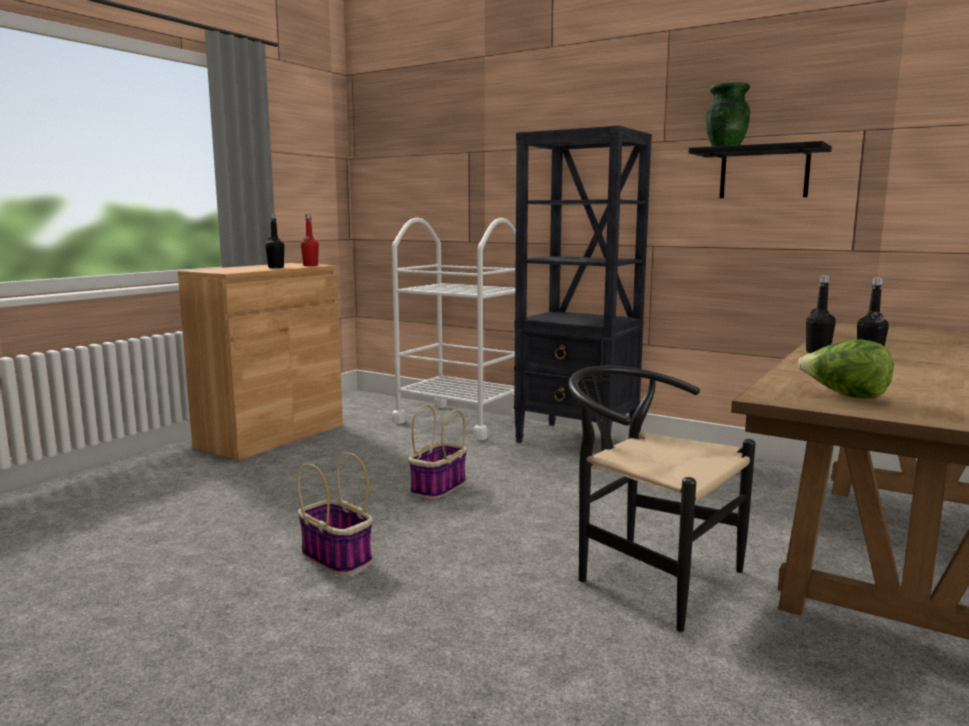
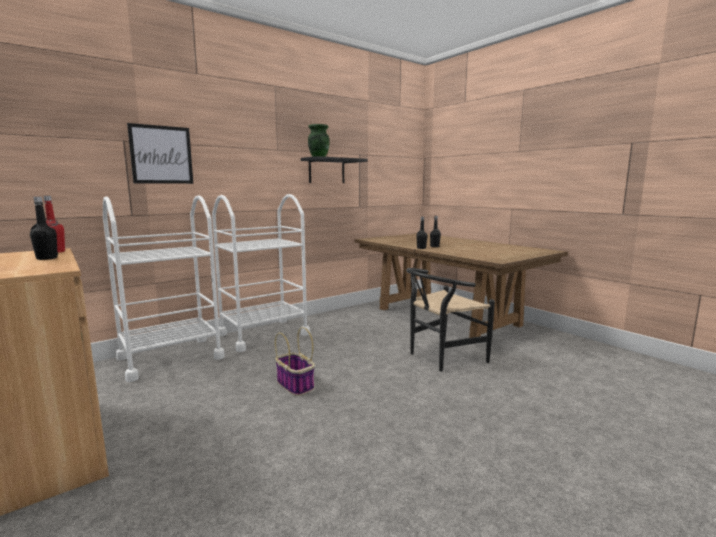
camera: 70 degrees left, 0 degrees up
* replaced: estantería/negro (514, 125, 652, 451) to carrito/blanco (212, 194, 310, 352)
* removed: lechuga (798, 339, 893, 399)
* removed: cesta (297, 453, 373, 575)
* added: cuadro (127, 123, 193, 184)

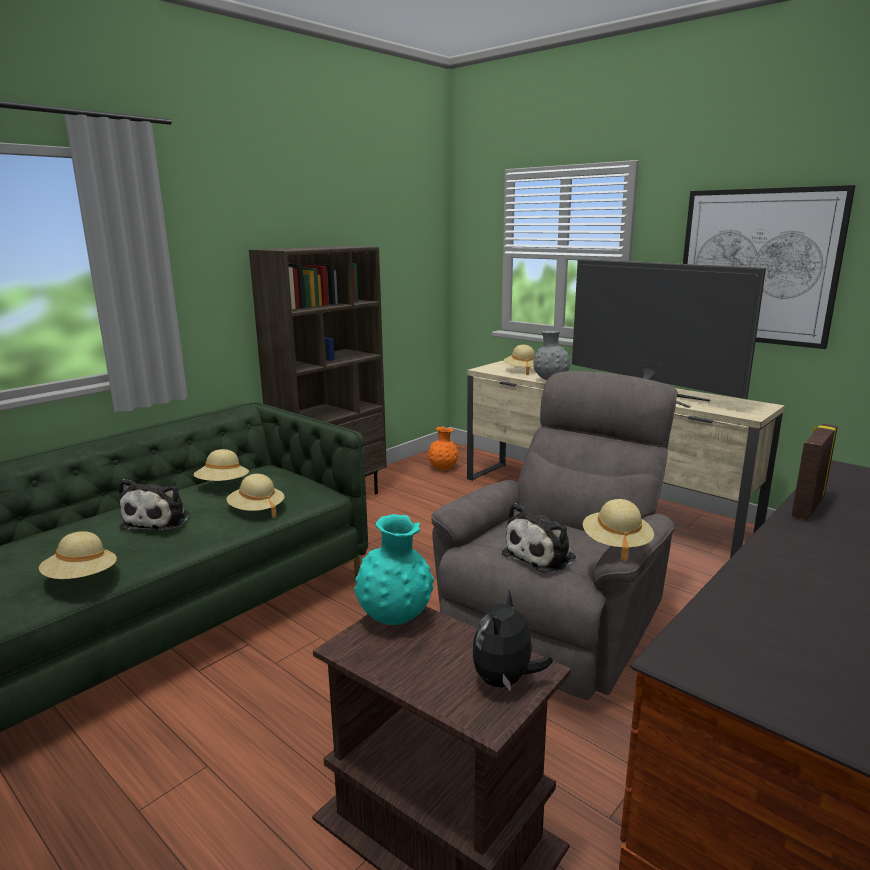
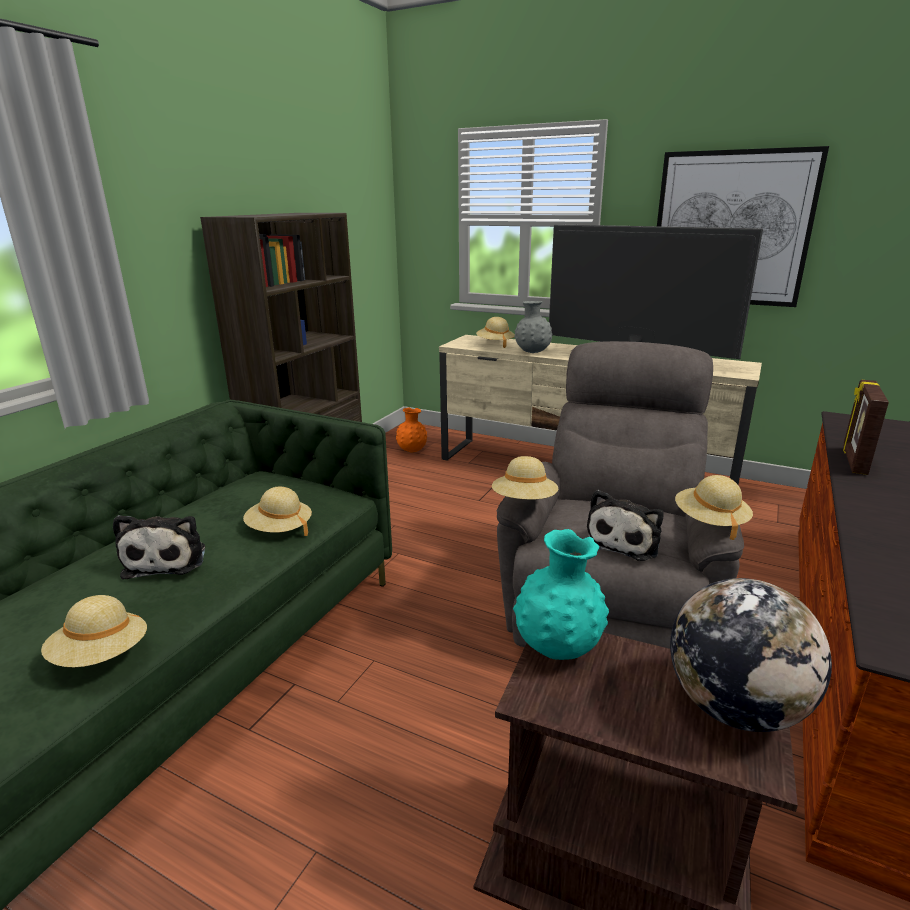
camera: 15 degrees left, 5 degrees up
* moved: sombrero/beis (194, 449, 249, 481) to (492, 456, 558, 500)
* replaced: peluche (472, 590, 553, 691) to globo terráqueo (670, 578, 832, 732)

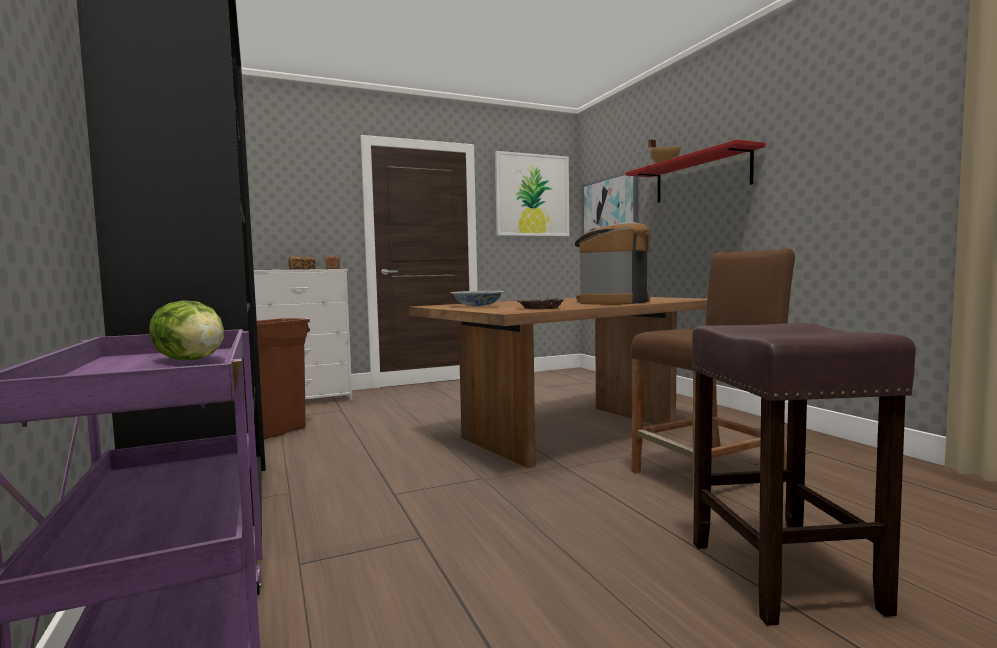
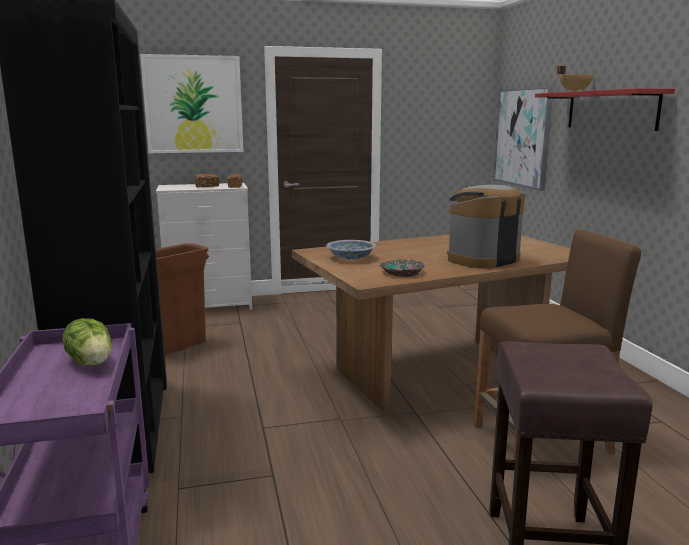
camera: 10 degrees right, 10 degrees up
* moved: cuadro (495, 151, 569, 236) to (140, 54, 243, 153)

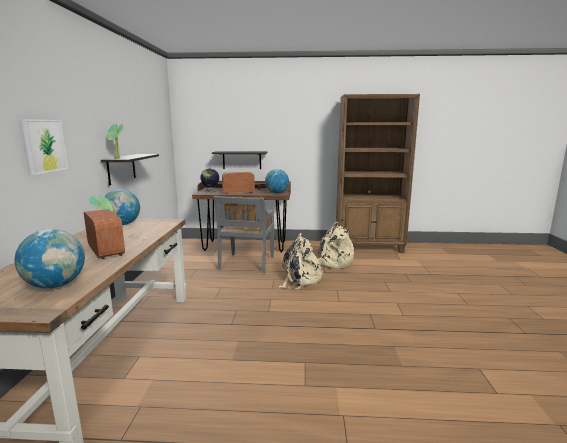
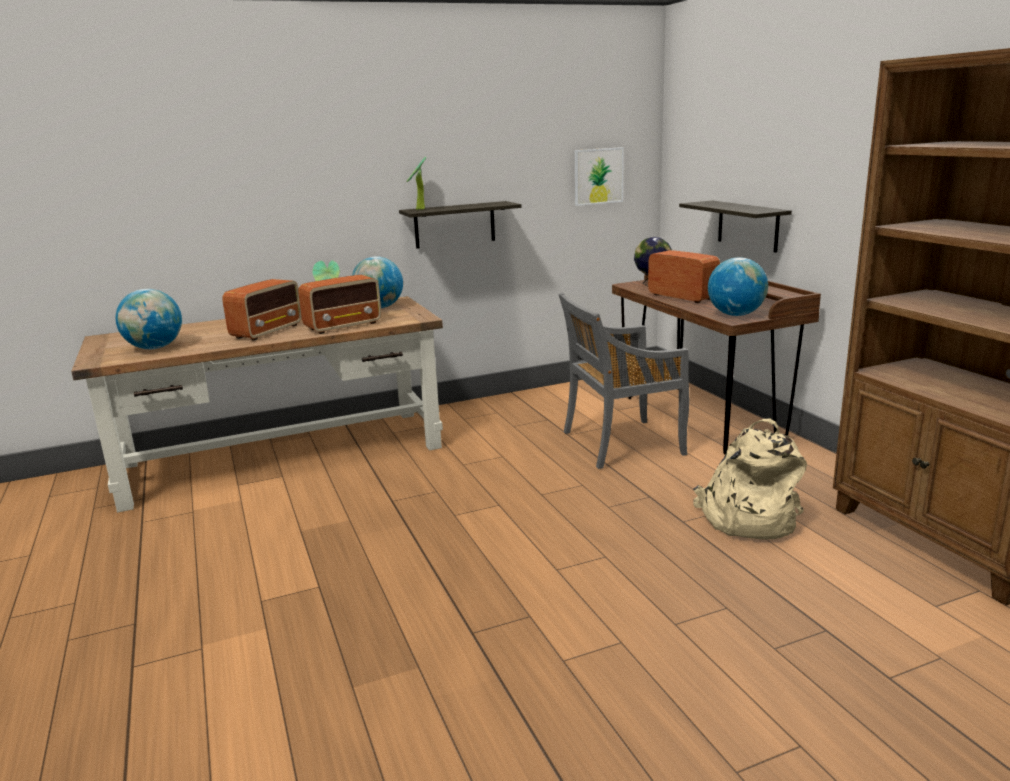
camera: 65 degrees right, 5 degrees up
* moved: cuadro (21, 119, 68, 175) to (575, 147, 624, 206)
* removed: mochila/beis (279, 233, 324, 290)
* added: radio (298, 275, 381, 334)

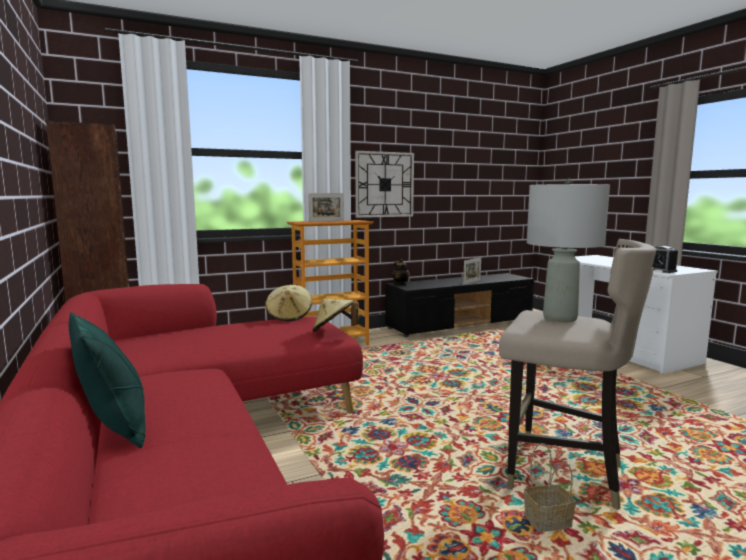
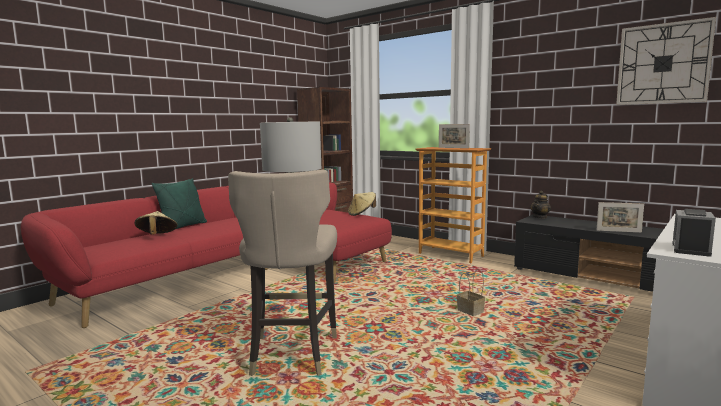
camera: 65 degrees right, 0 degrees up
* moved: reloj de pared (355, 151, 414, 218) to (616, 17, 716, 105)
* moved: sombrero/beis (312, 299, 359, 332) to (135, 211, 178, 235)
* moved: cesta (524, 443, 576, 532) to (457, 269, 485, 316)

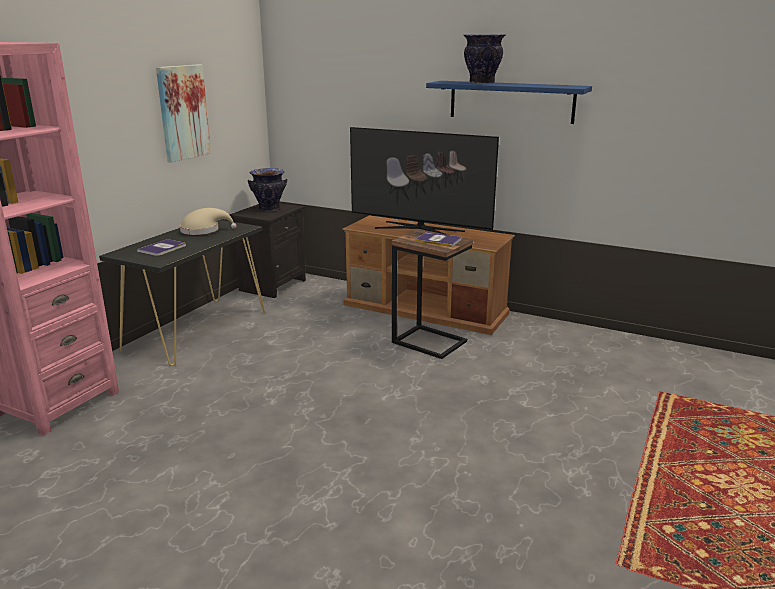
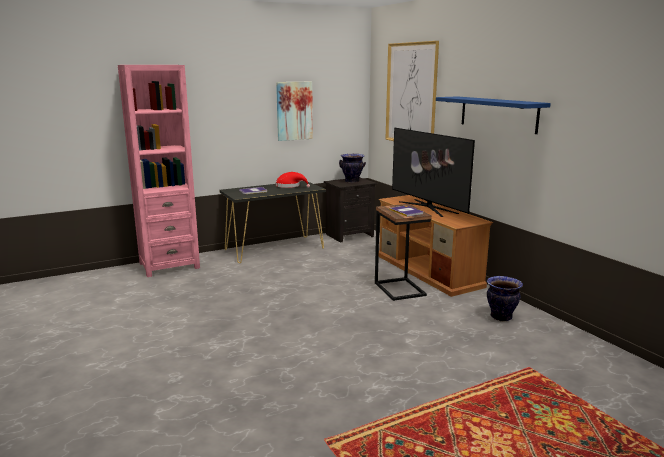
camera: 35 degrees right, 5 degrees down
* moved: florero (464, 34, 506, 84) to (487, 276, 523, 321)
* recoloured: sombrero/beis (180, 208, 237, 235) to sombrero/rojo (276, 172, 310, 188)
* added: cuadro (385, 41, 439, 141)

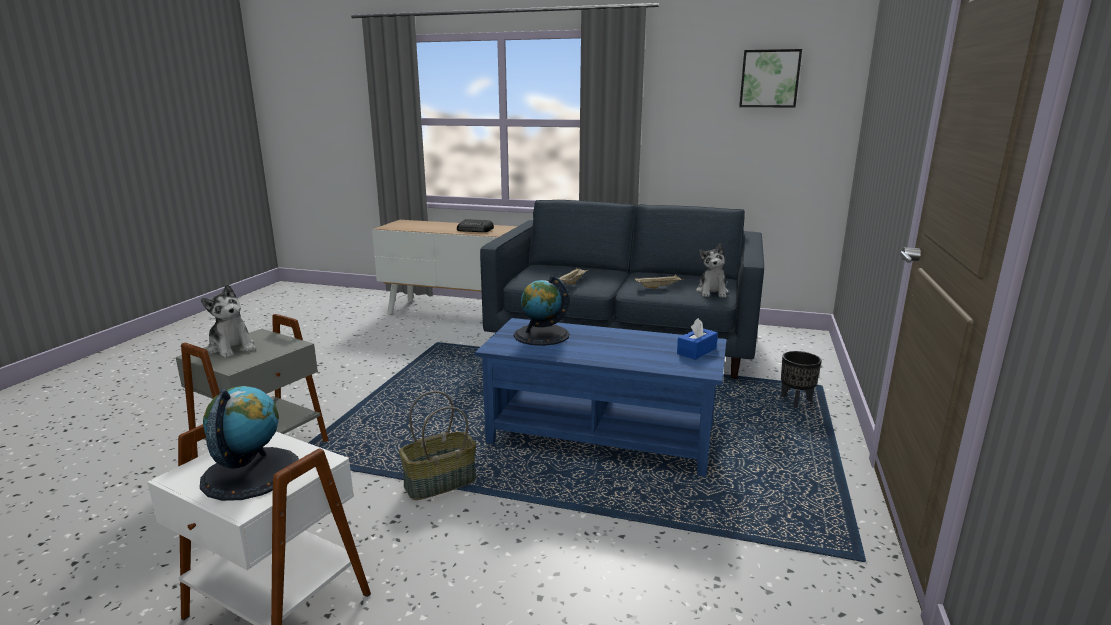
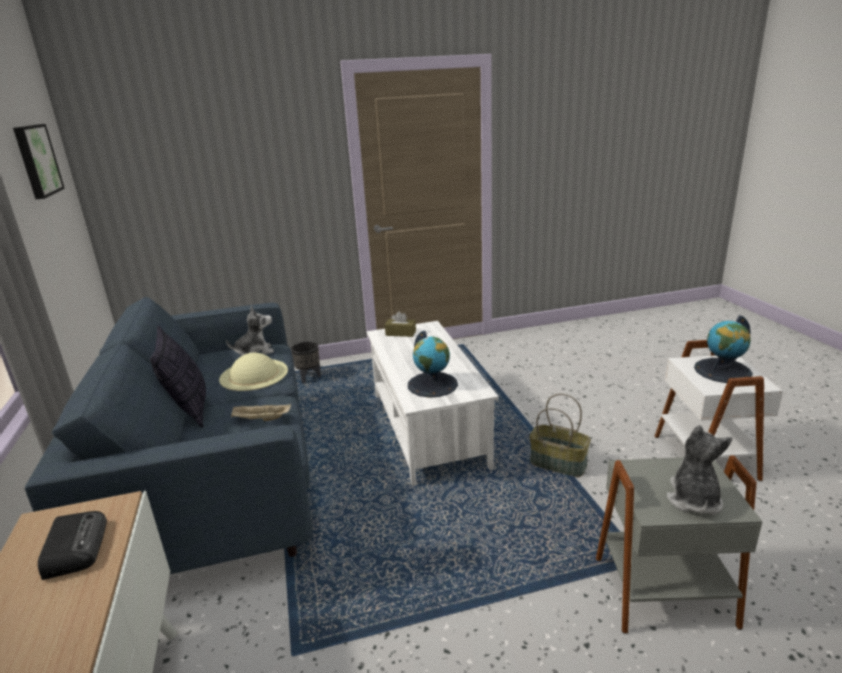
camera: 120 degrees left, 5 degrees up
* replaced: bandeja/beis (635, 274, 684, 289) to sombrero/beis (219, 353, 288, 391)
* recoloured: mesa de centro/azul (475, 318, 727, 477) to mesa de centro/blanco (367, 321, 499, 486)
* recoloured: caja de pañuelos/azul (677, 318, 718, 360) to caja de pañuelos/marrón (385, 311, 416, 337)
* added: cojín (150, 326, 206, 428)

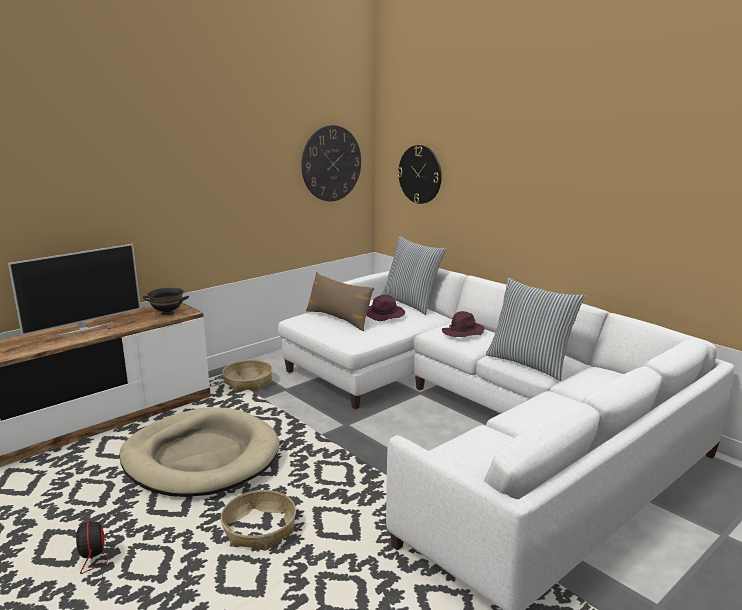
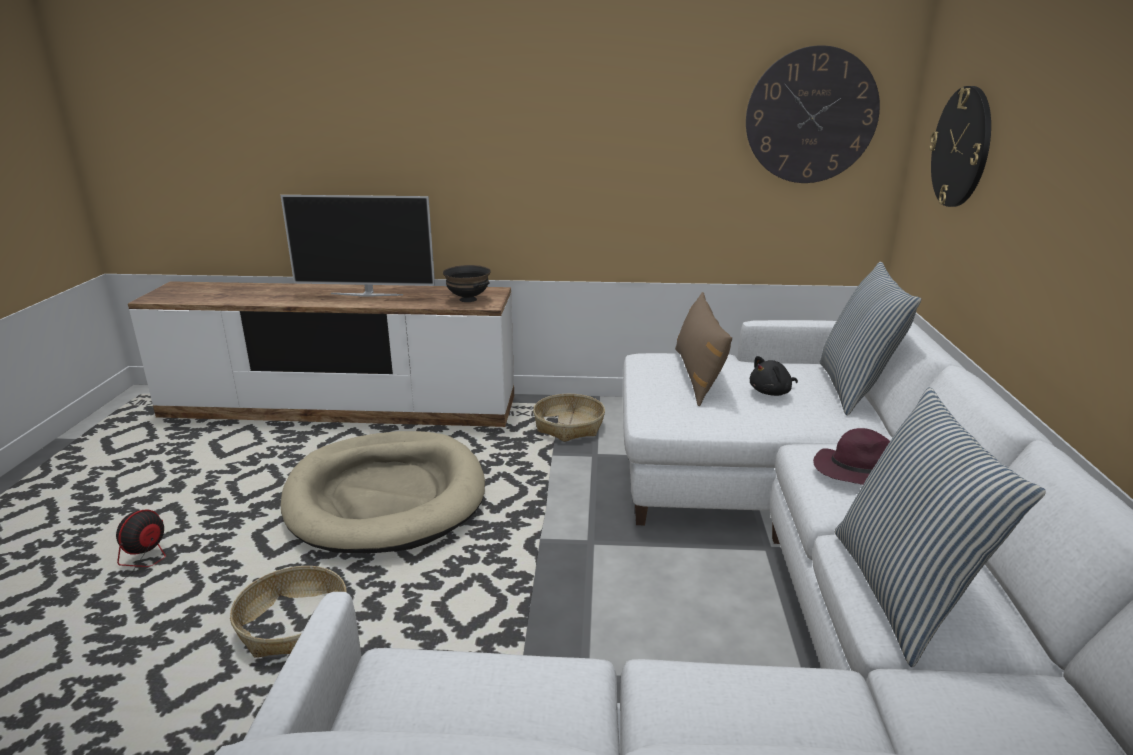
camera: 45 degrees right, 5 degrees up
* replaced: sombrero/morado (366, 295, 405, 321) to peluche/negro (750, 356, 798, 396)

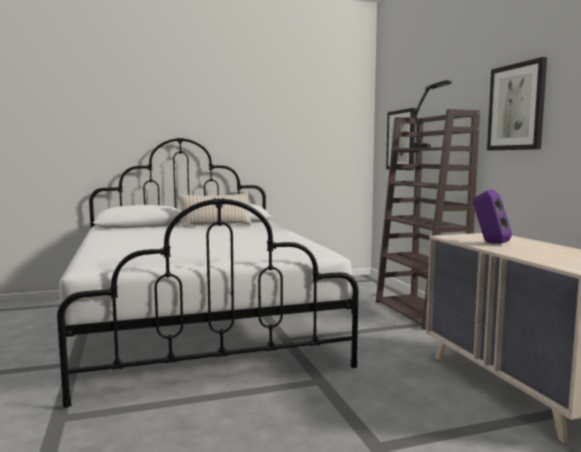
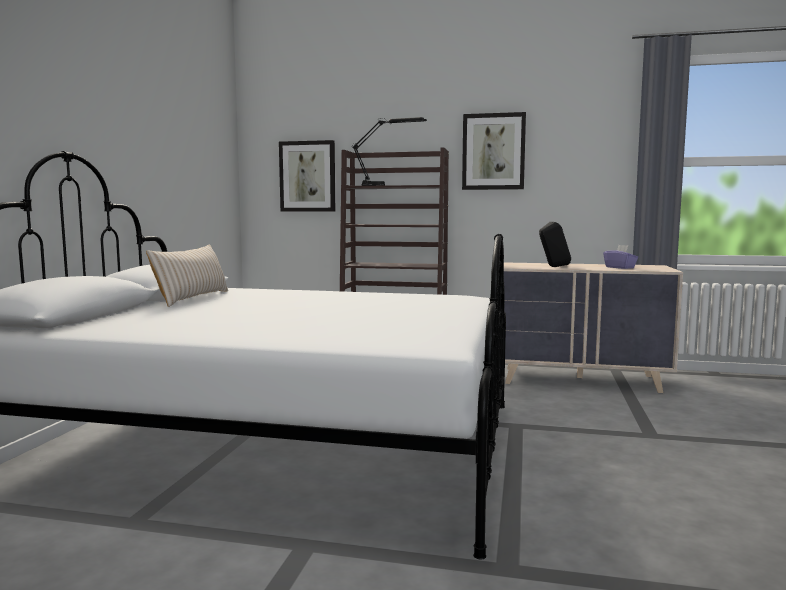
camera: 60 degrees left, 0 degrees up
* recoloured: altavoz/morado (473, 190, 512, 243) to altavoz/negro (539, 222, 571, 267)
* added: caja de pañuelos/morado (603, 245, 638, 269)

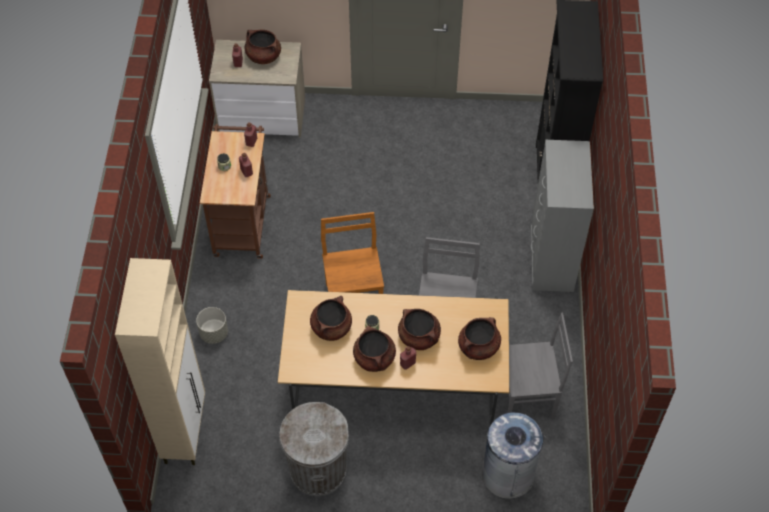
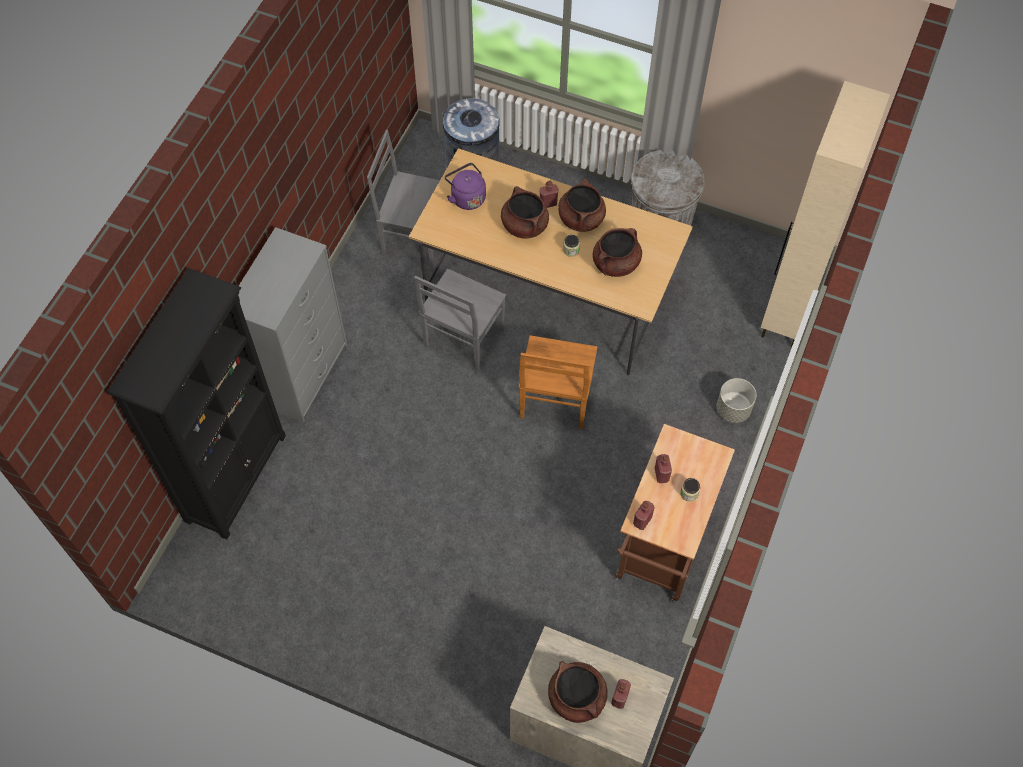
camera: 160 degrees left, 5 degrees up
* replaced: olla/marrón (458, 317, 501, 360) to hervidor/morado (445, 163, 486, 210)

